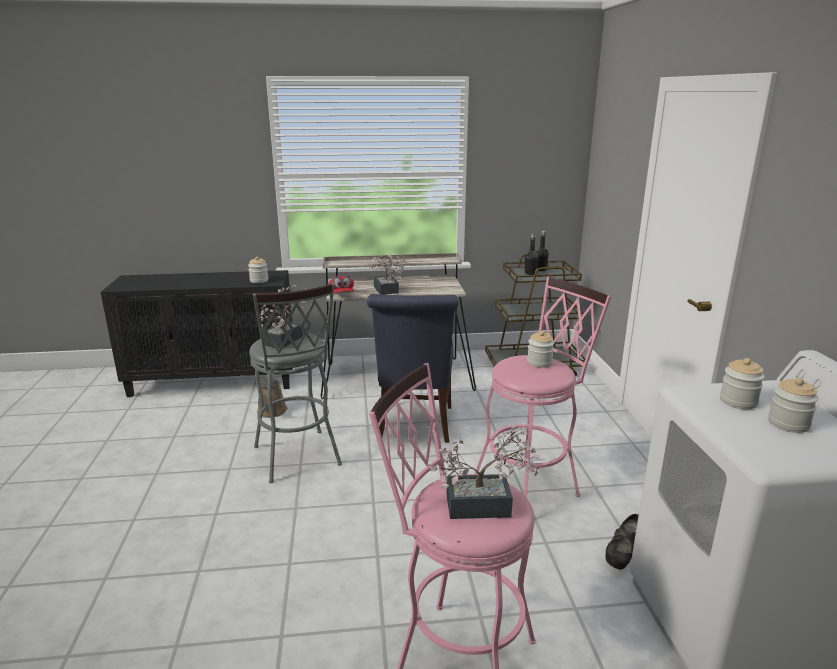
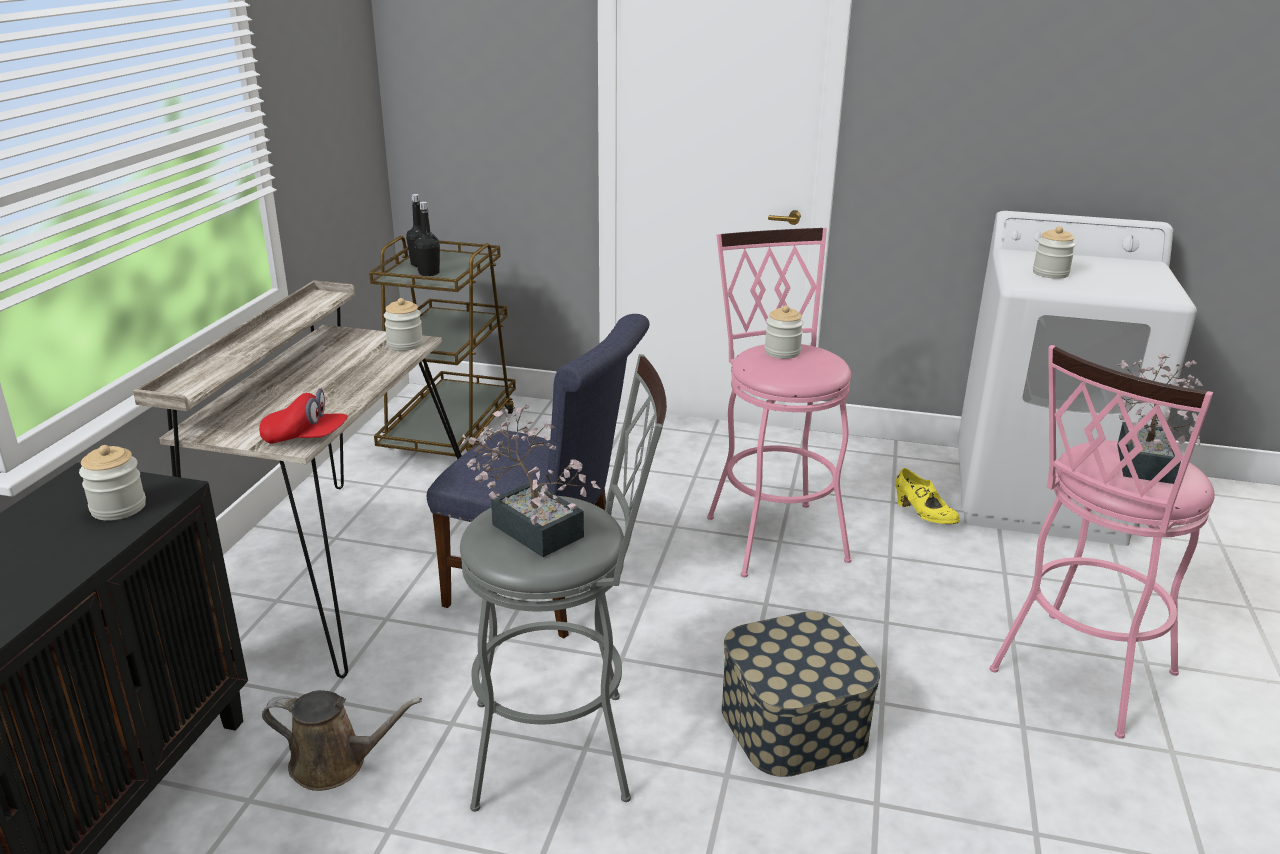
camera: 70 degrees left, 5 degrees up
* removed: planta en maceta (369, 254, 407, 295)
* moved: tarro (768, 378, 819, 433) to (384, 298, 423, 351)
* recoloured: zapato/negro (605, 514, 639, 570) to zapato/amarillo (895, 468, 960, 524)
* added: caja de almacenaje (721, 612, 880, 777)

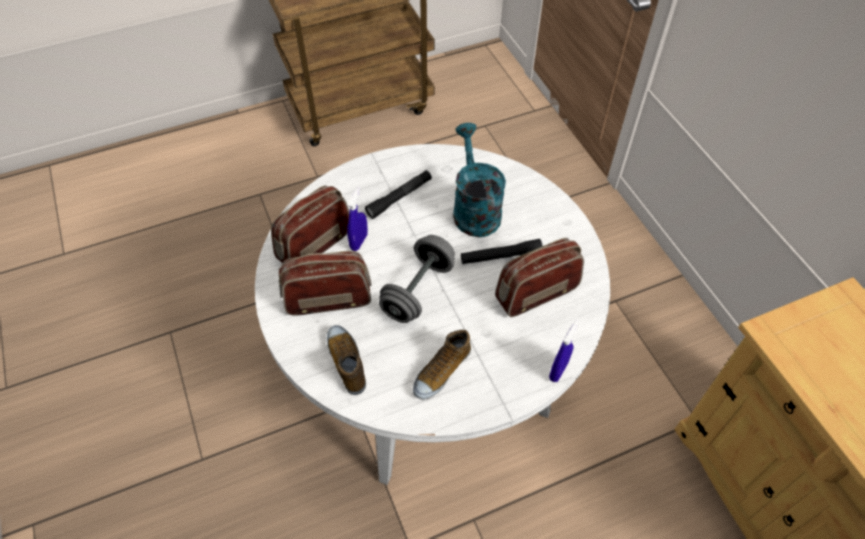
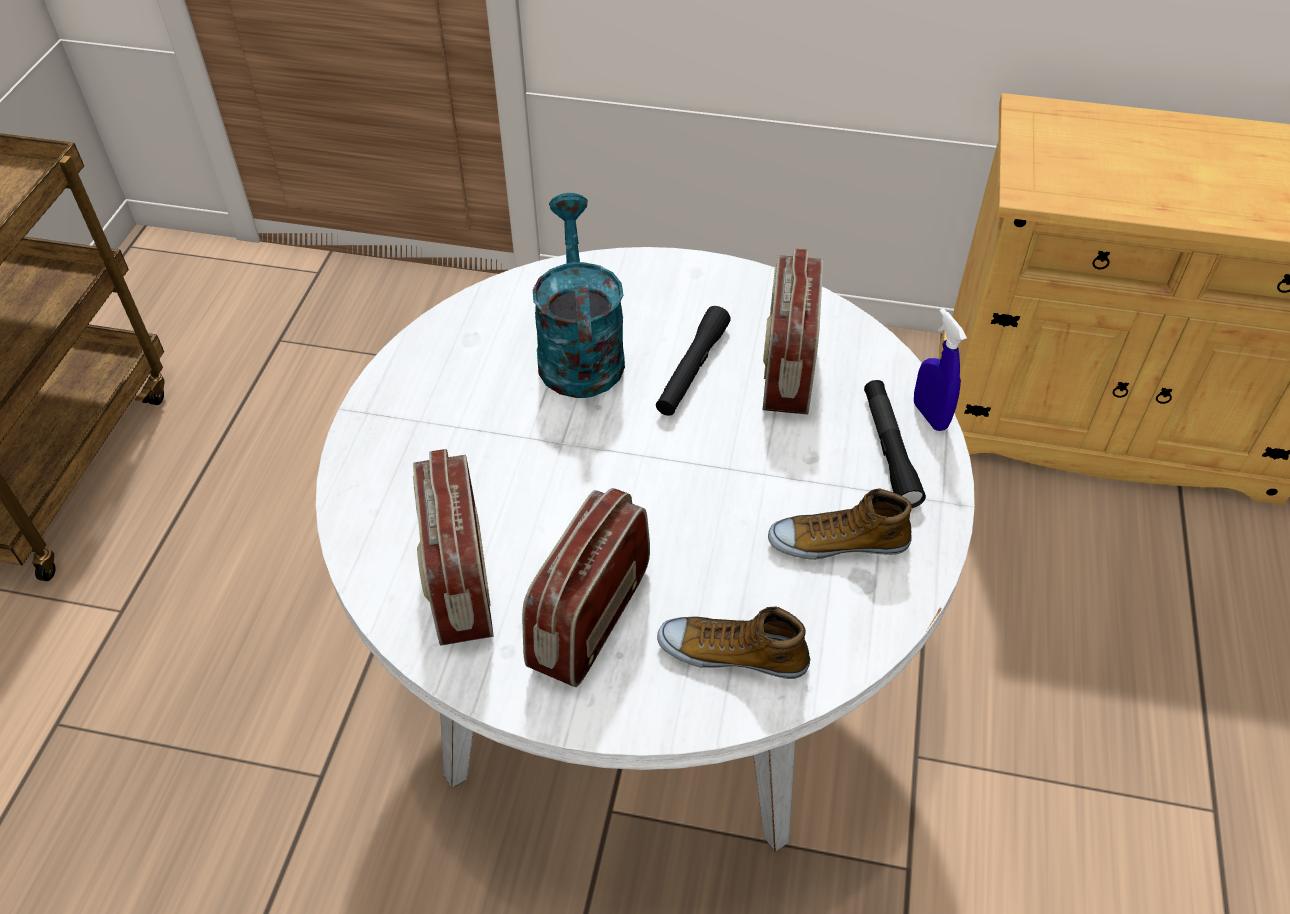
camera: 55 degrees left, 5 degrees down
* turned: regadera/turquesa (453, 123, 506, 237) = (533, 193, 625, 398) 60 degrees clockwise
* moved: linterna/negro (365, 170, 432, 219) to (864, 380, 926, 508)
* removed: pulverizador/azul (347, 188, 368, 251)
* removed: mancuerna/gris (379, 235, 455, 323)
* turned: zapato (413, 330, 471, 399) = (768, 488, 912, 560) 105 degrees clockwise

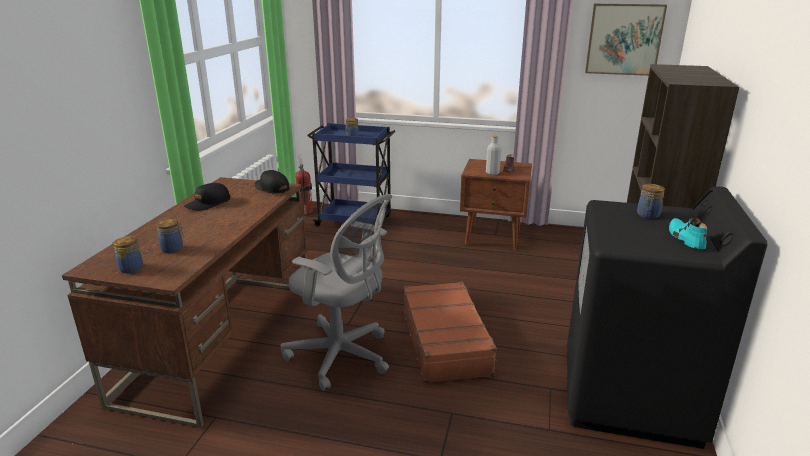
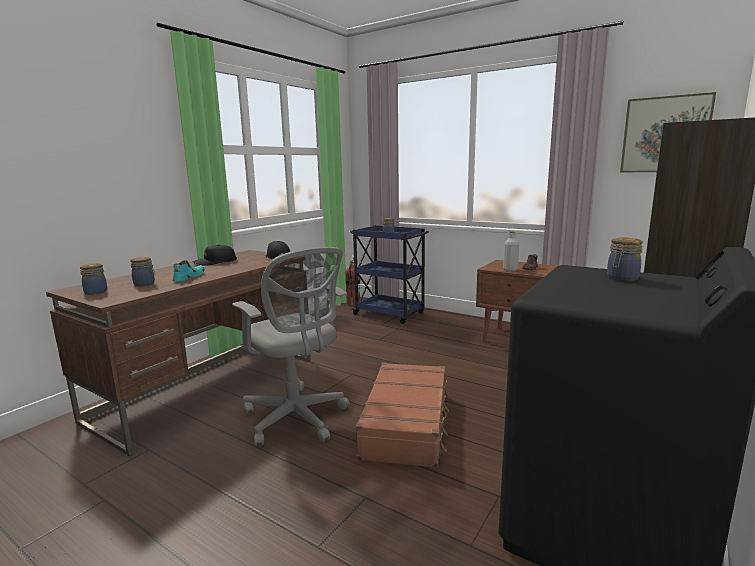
camera: 20 degrees right, 10 degrees down
* moved: zapato/turquesa (669, 218, 707, 249) to (173, 260, 205, 282)

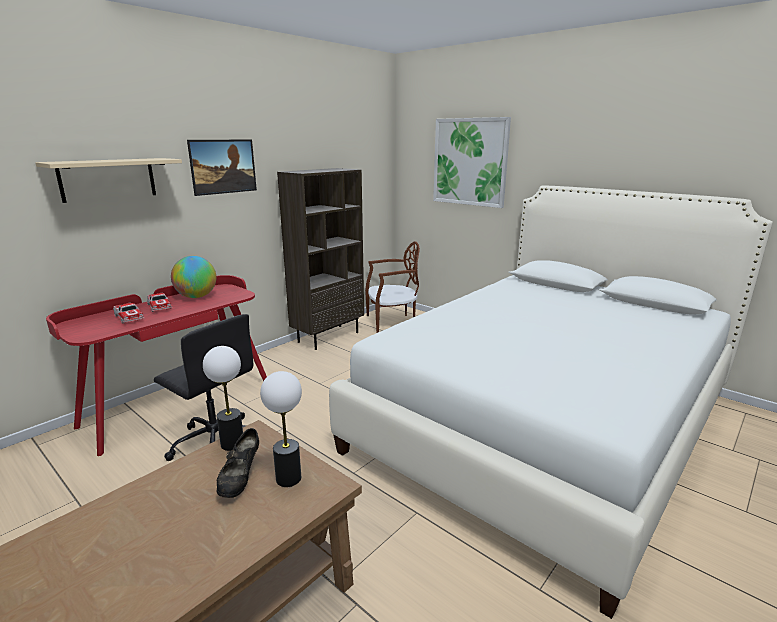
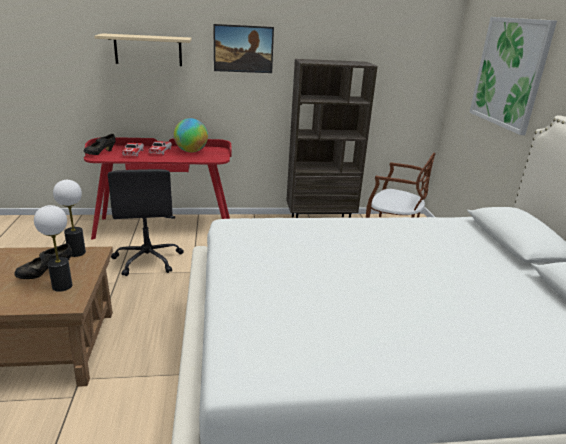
camera: 40 degrees right, 5 degrees up
* added: zapato/negro (84, 134, 116, 155)

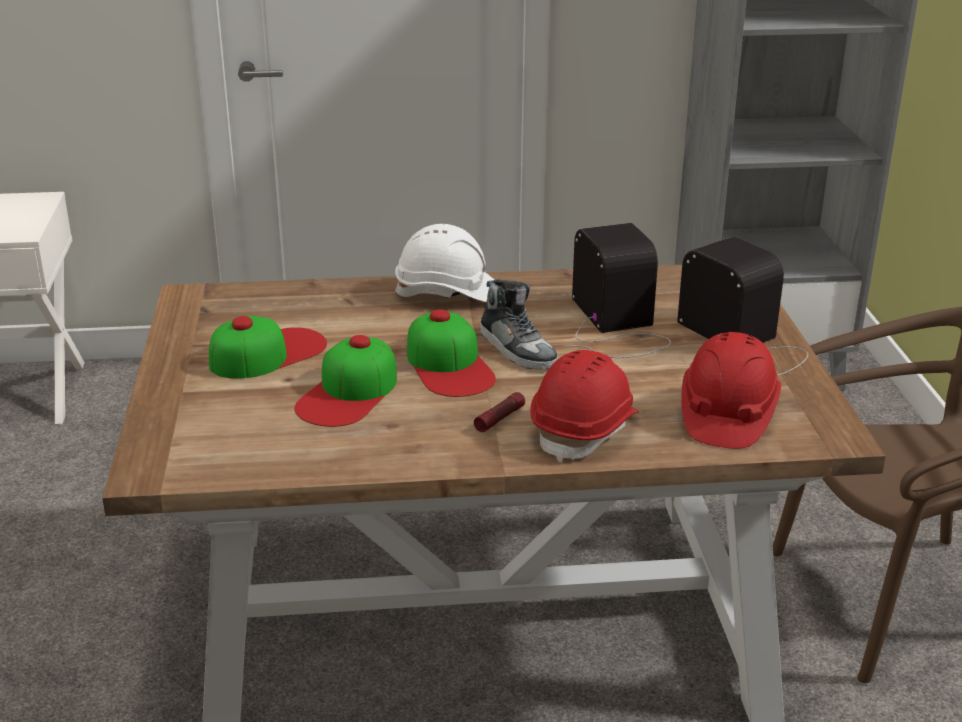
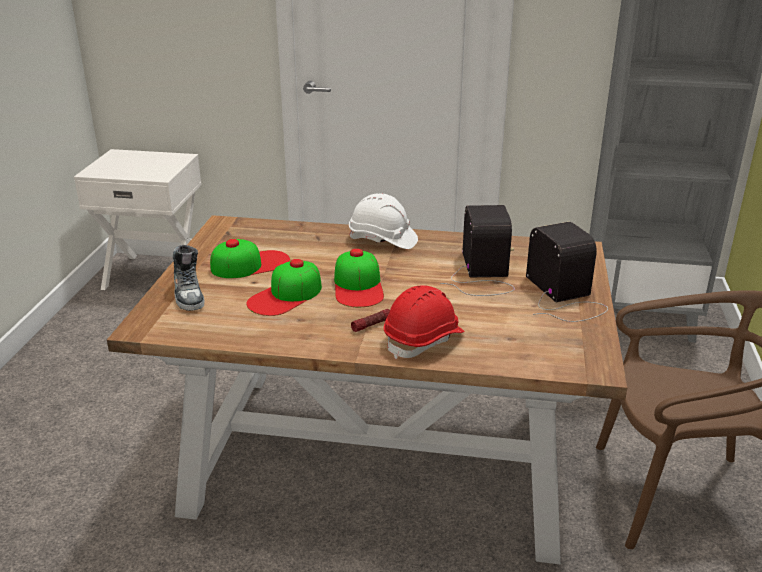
camera: 15 degrees right, 0 degrees up
* moved: zapato (480, 280, 558, 370) to (173, 245, 204, 311)
* removed: casco/rojo (681, 332, 781, 449)

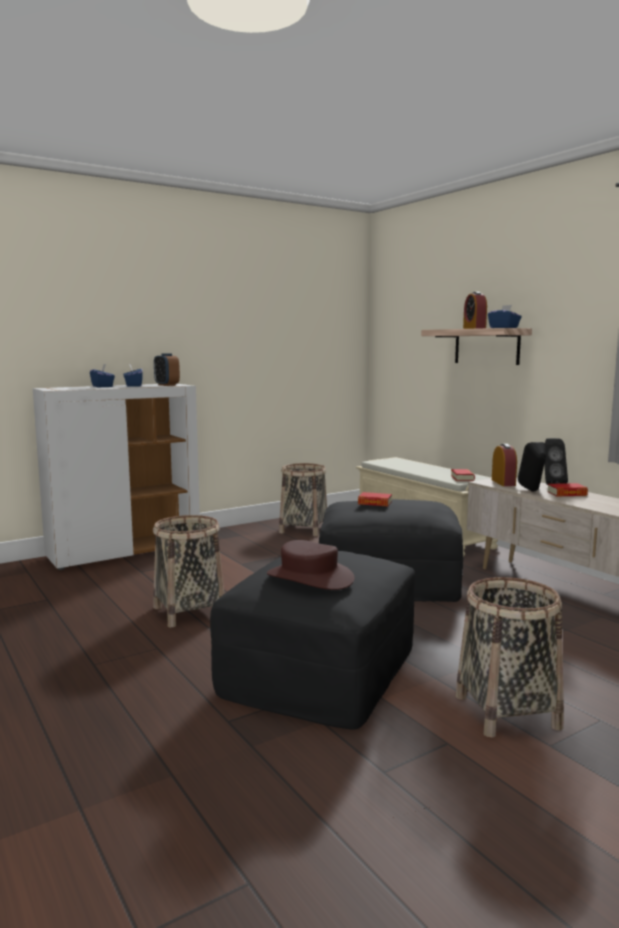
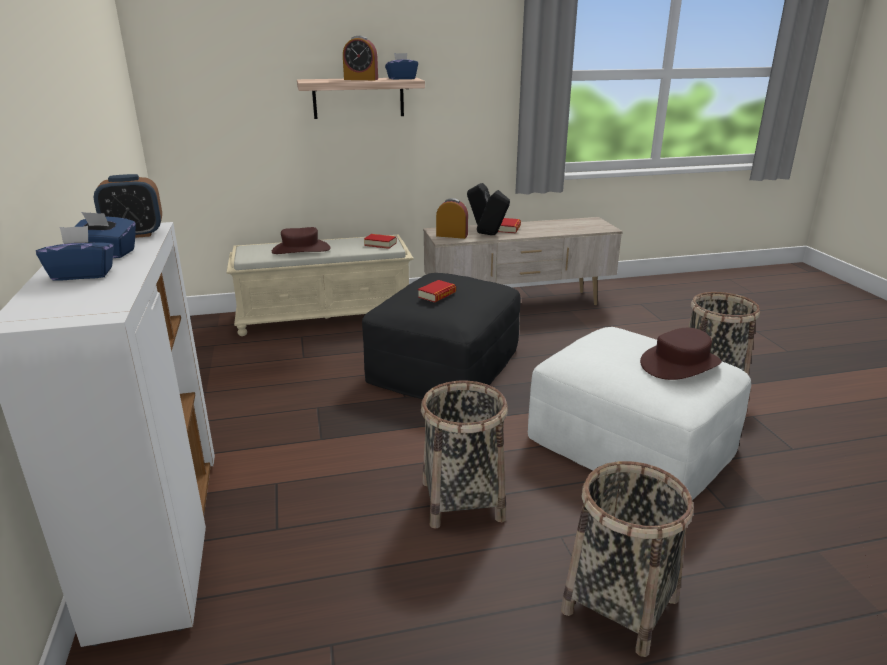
camera: 70 degrees left, 15 degrees up
* moved: cesta (279, 463, 327, 536) to (561, 461, 694, 657)
* recoloured: puf/negro (210, 551, 415, 730) to puf/blanco (528, 327, 751, 500)
* added: sombrero/marrón (272, 227, 330, 254)

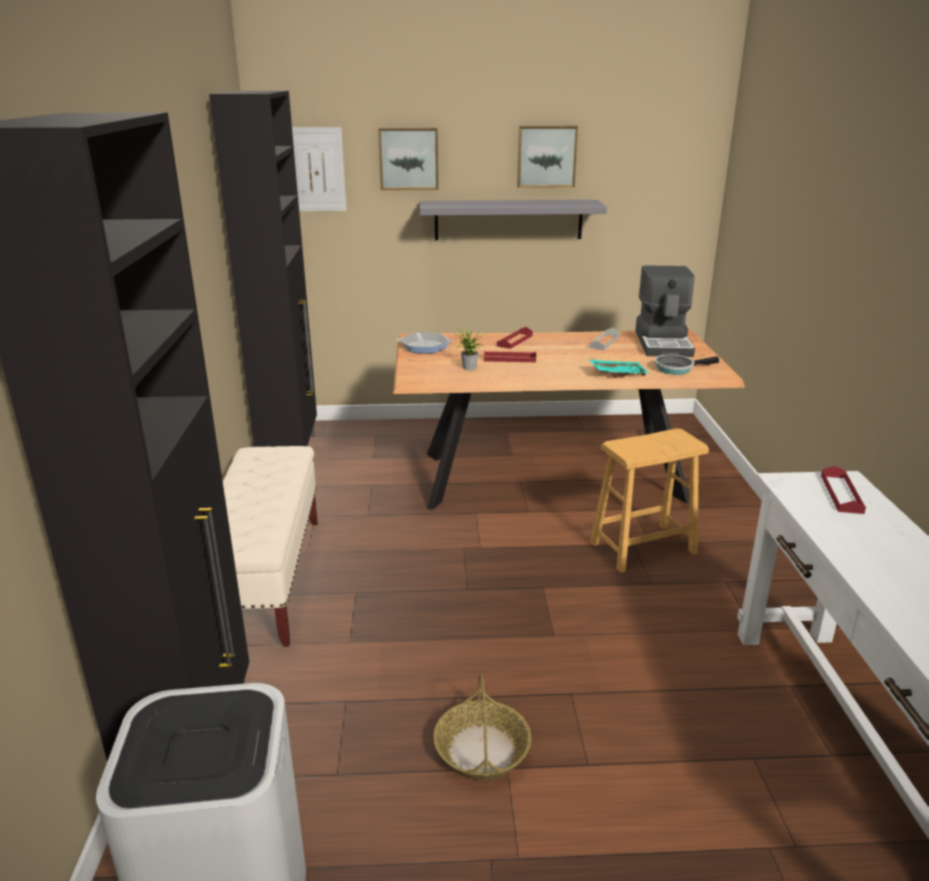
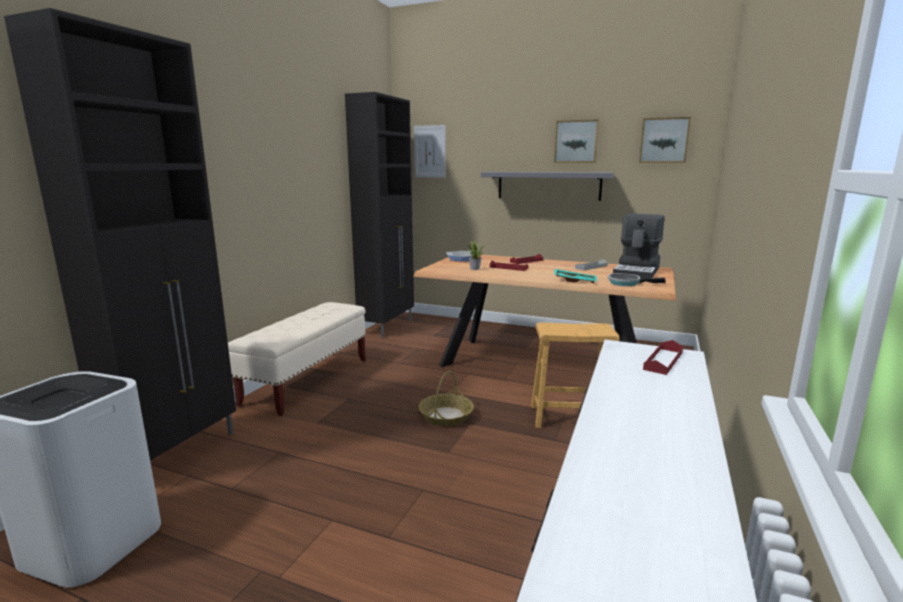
camera: 25 degrees right, 10 degrees down
* moved: cuadro (378, 128, 438, 190) to (639, 117, 691, 163)
* moved: cesta (433, 674, 531, 780) to (419, 371, 474, 426)

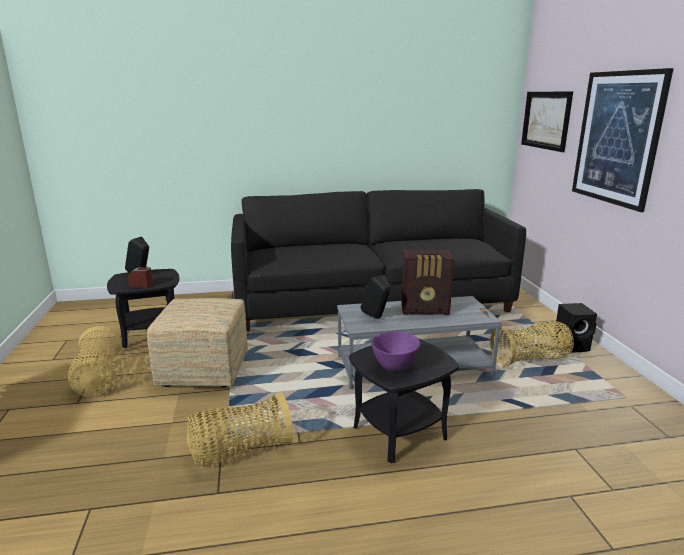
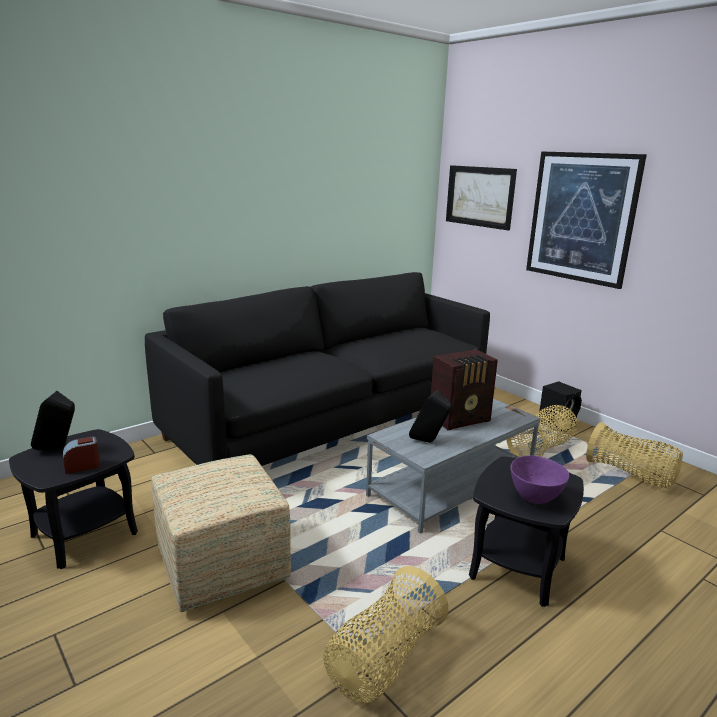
camera: 30 degrees left, 0 degrees up
* moved: cesta (68, 326, 122, 396) to (586, 422, 683, 488)

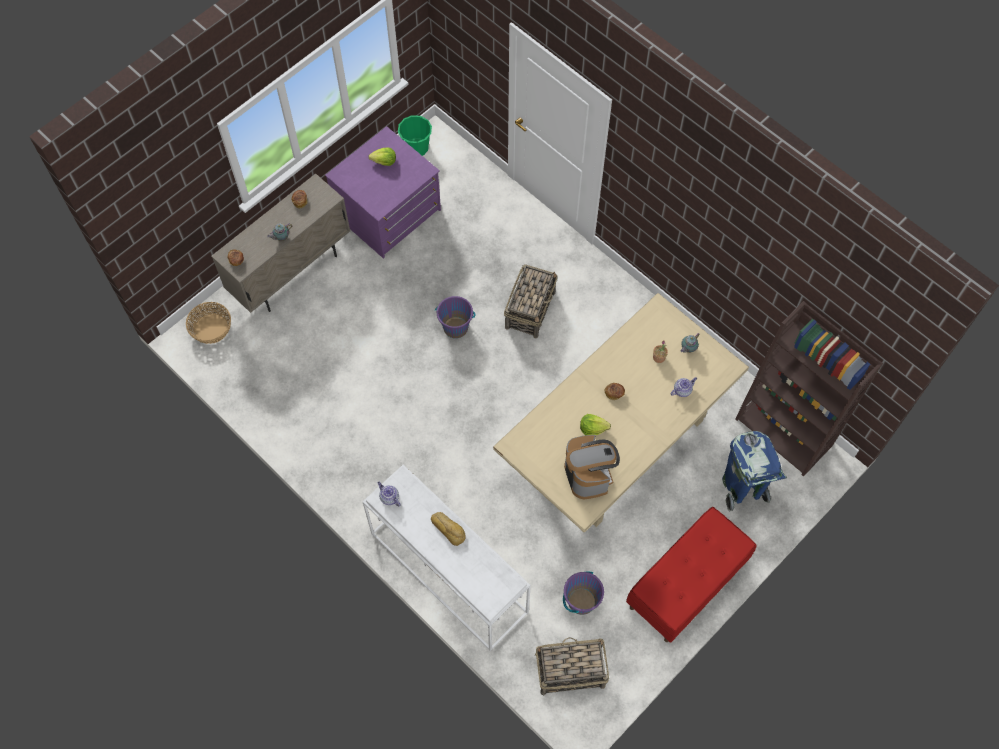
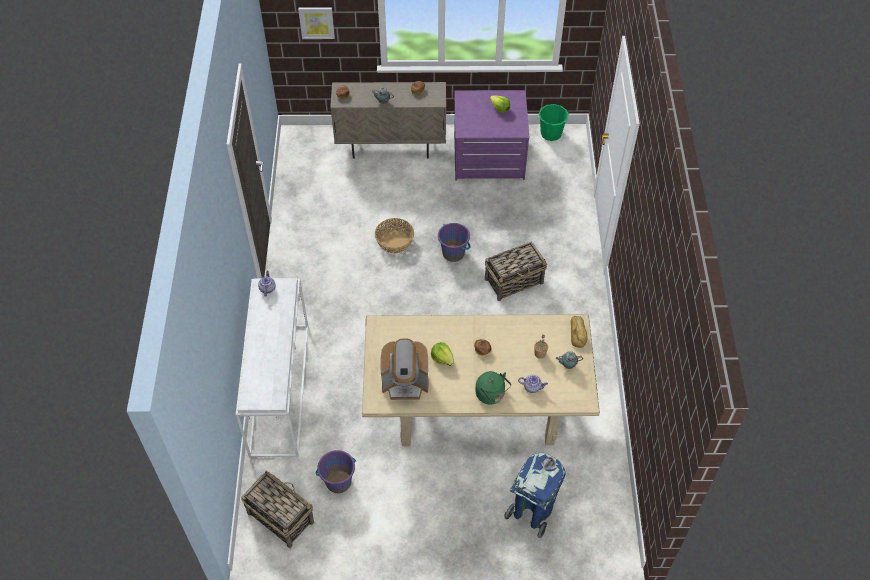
camera: 45 degrees right, 10 degrees down
* removed: estantería/marrón (735, 301, 883, 477)
* moved: cesta (186, 302, 231, 344) to (375, 218, 414, 253)
* turned: cafetera (564, 435, 620, 499) = (380, 338, 428, 400) 60 degrees clockwise
* removed: banco/rojo (626, 507, 757, 643)
* moved: pan (431, 512, 466, 546) to (571, 316, 588, 348)
* added: cuadro (298, 7, 335, 39)
* added: hervidor/verde (475, 371, 511, 405)

